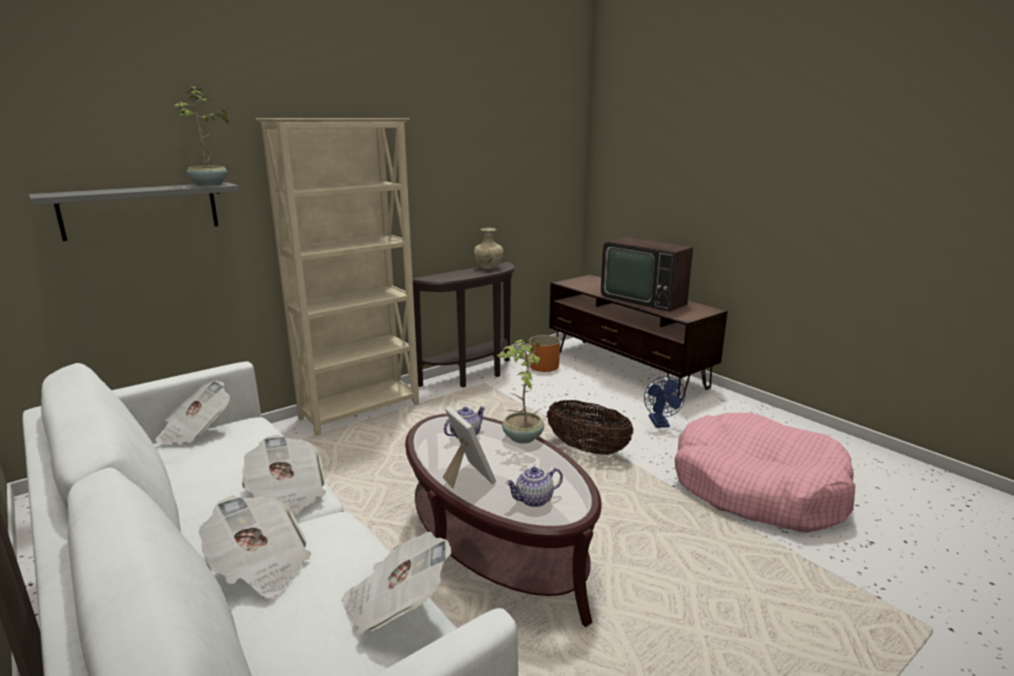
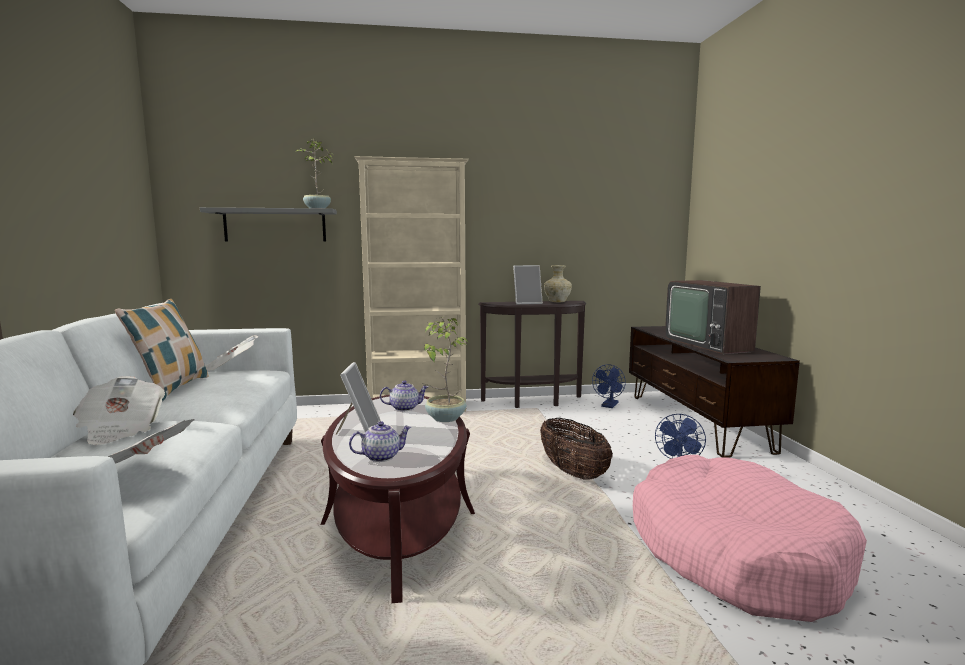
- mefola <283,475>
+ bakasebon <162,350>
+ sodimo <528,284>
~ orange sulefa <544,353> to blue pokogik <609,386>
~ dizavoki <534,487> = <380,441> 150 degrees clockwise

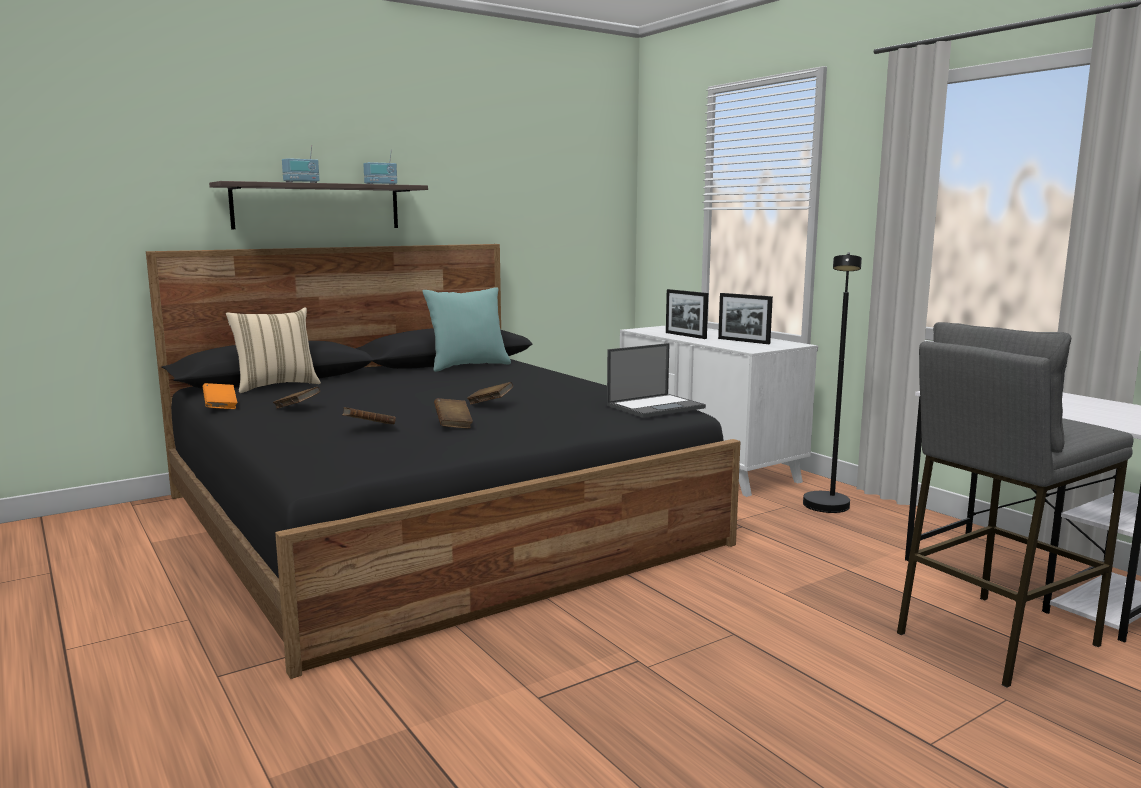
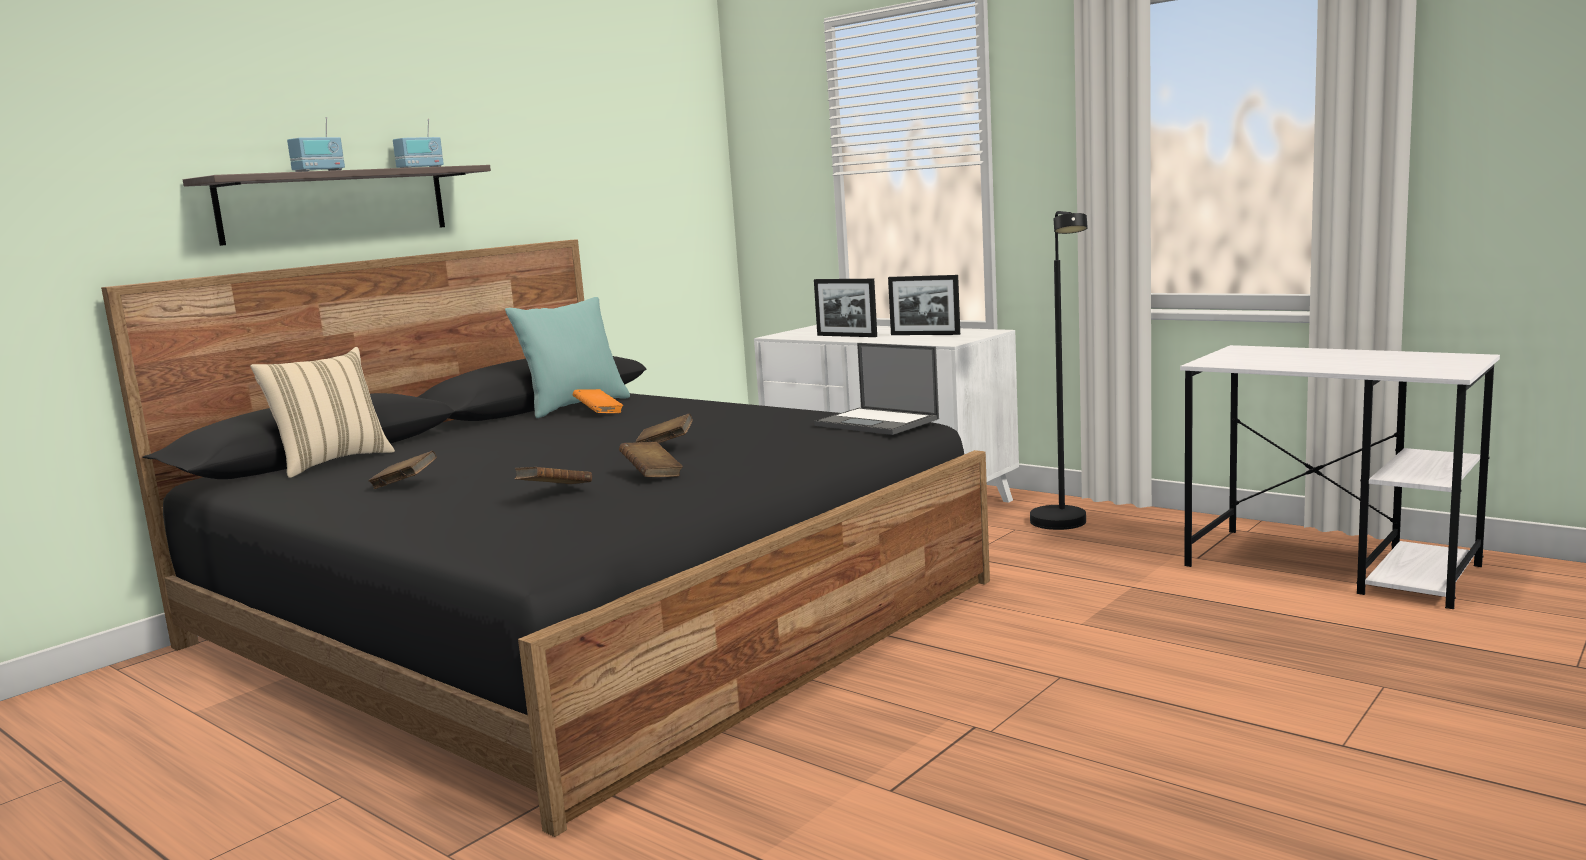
- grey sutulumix <1015,504>
~ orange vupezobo <220,396> to <598,401>
~ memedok <656,380> = <876,389> 90 degrees clockwise

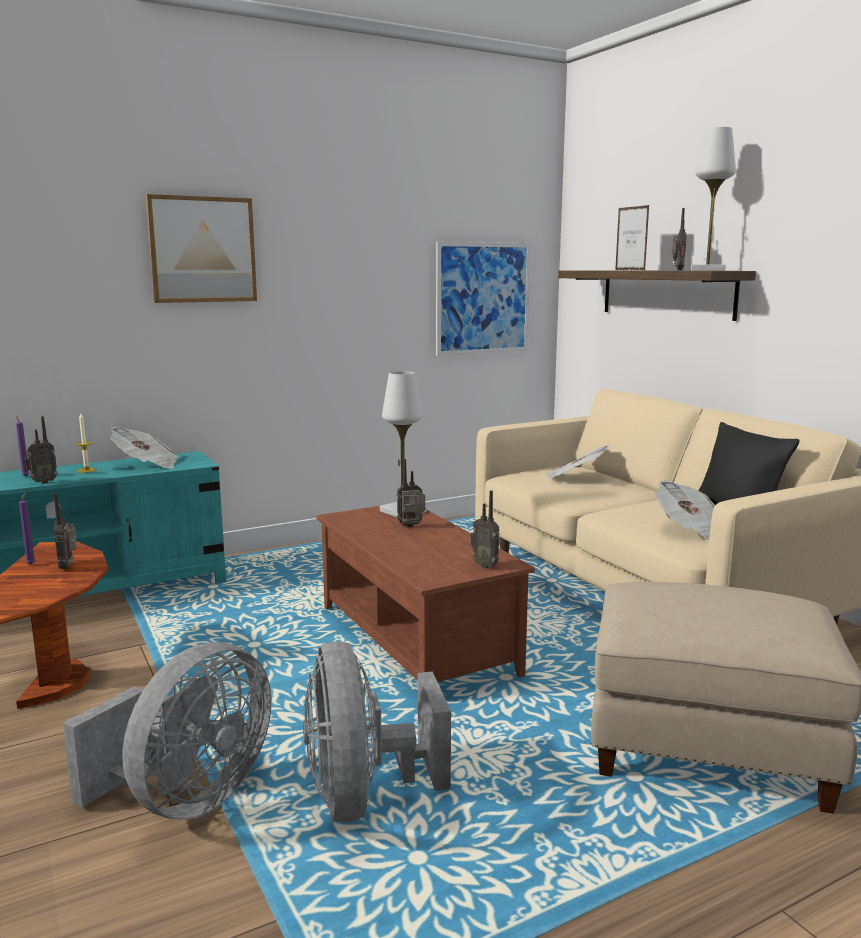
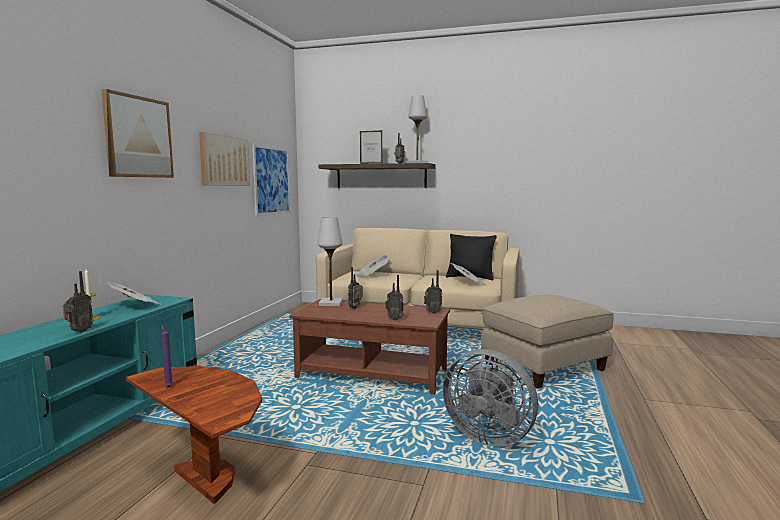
- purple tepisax <23,446>
- grey pokogik <167,731>
+ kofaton <224,159>
~ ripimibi <65,531> to <394,298>

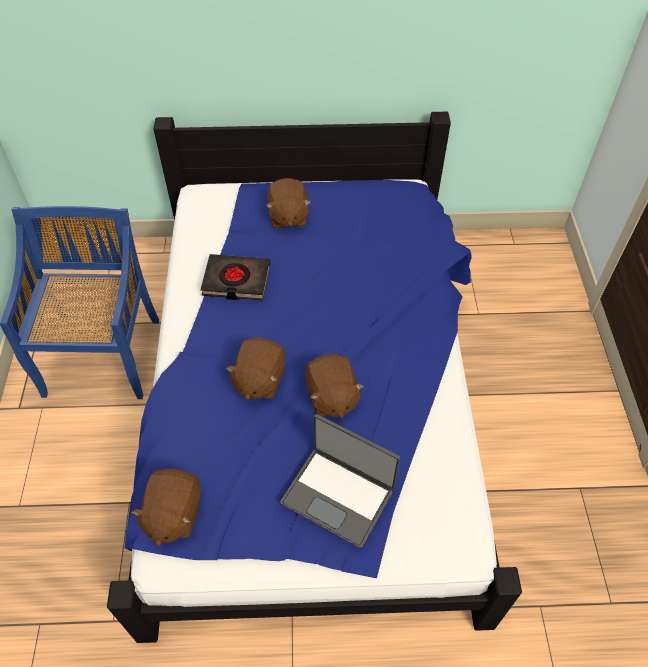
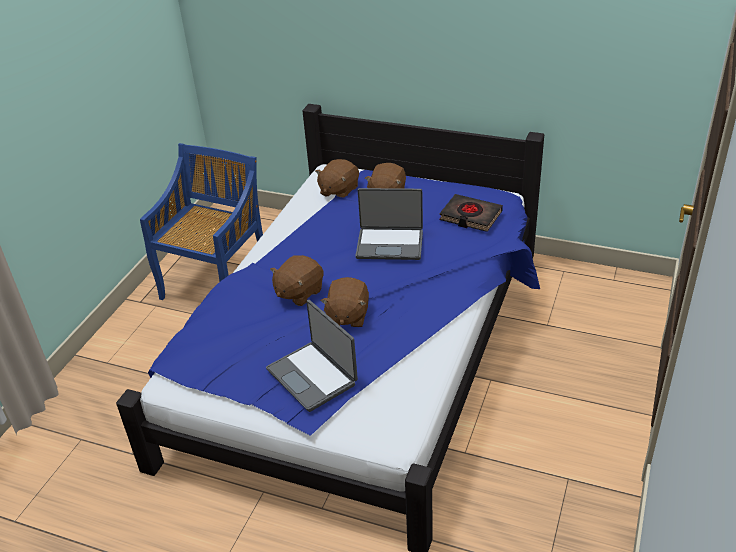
+ memedok <389,224>
~ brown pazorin <165,507> to <337,178>
~ black vupezobo <235,277> to <471,213>

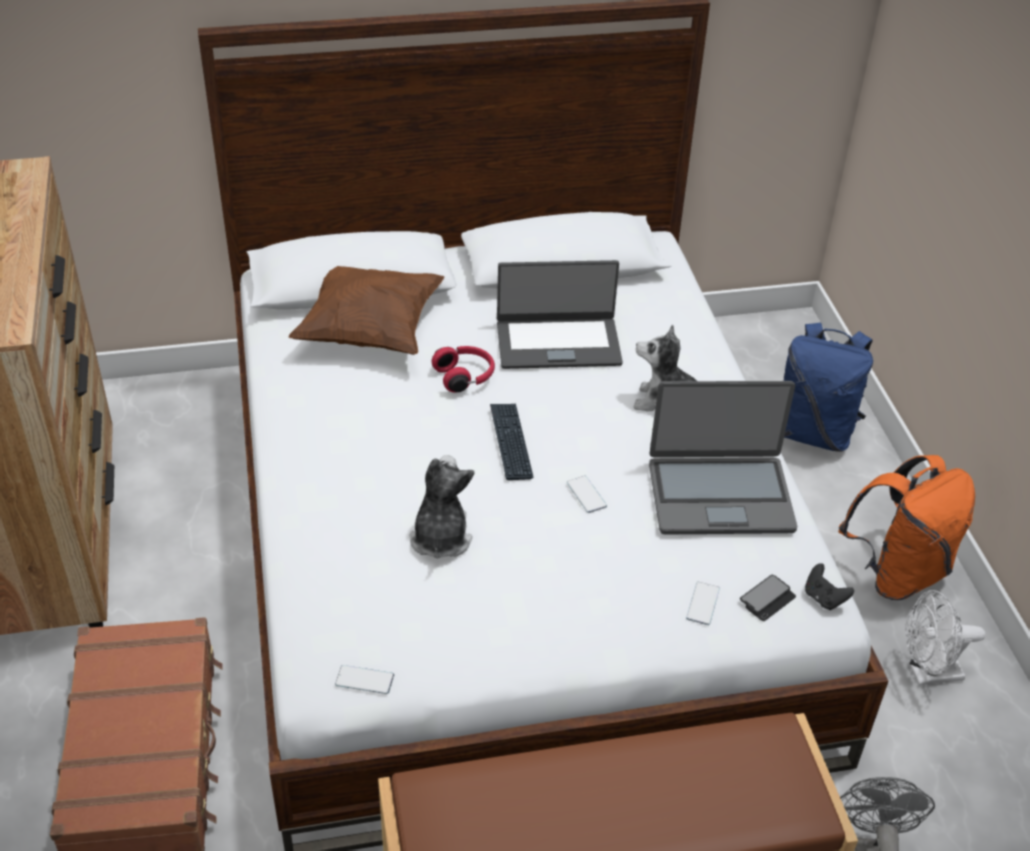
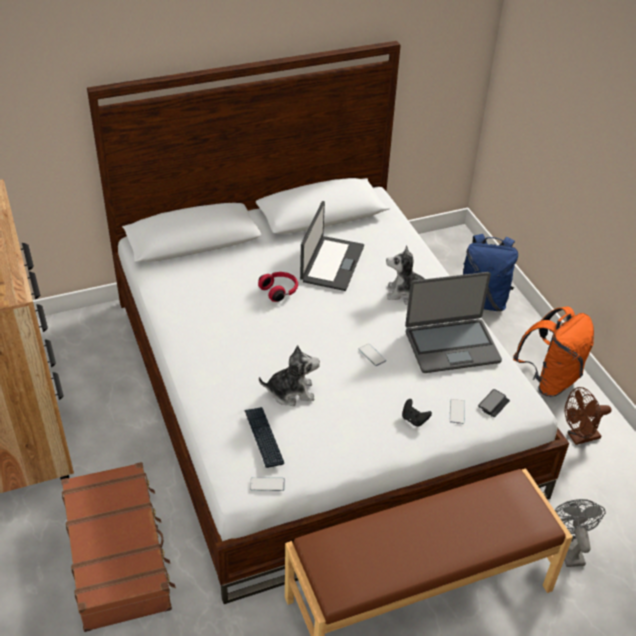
- brown bakasebon <366,310>
~ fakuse <511,442> to <264,437>
~ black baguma <829,586> to <417,413>
~ white pokogik <945,637> to brown pokogik <588,416>
~ pazorin <441,507> = <289,375> 90 degrees clockwise
~ memedok <560,314> = <332,246> 60 degrees counterclockwise

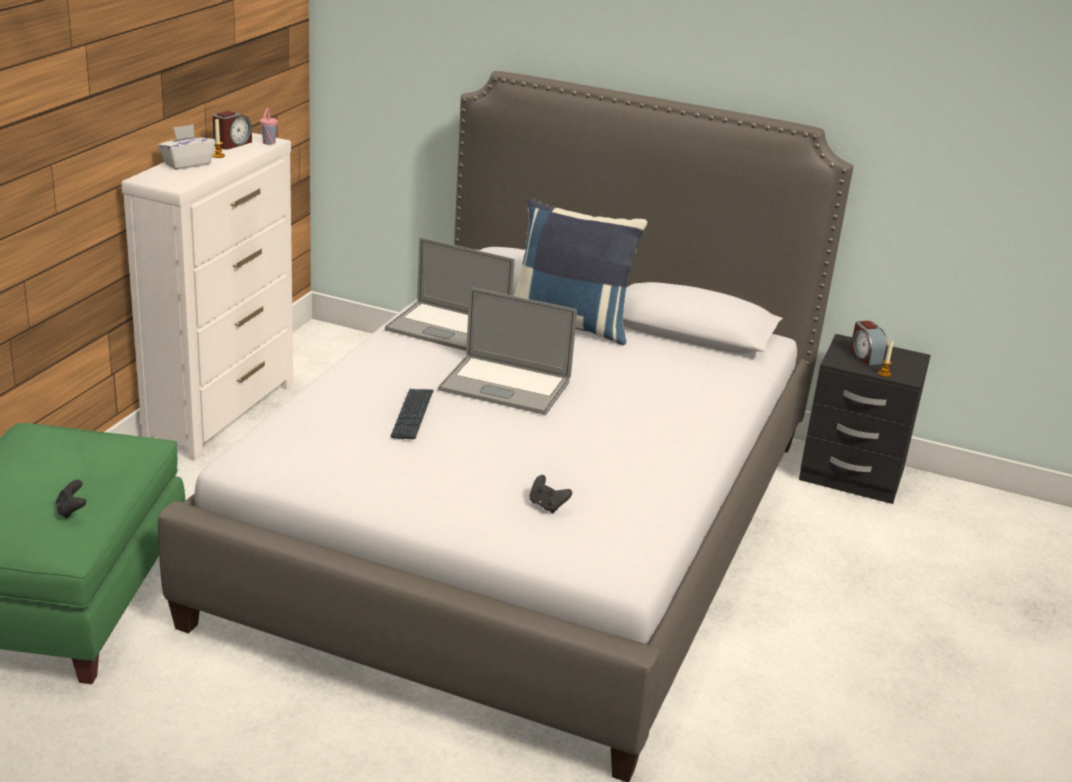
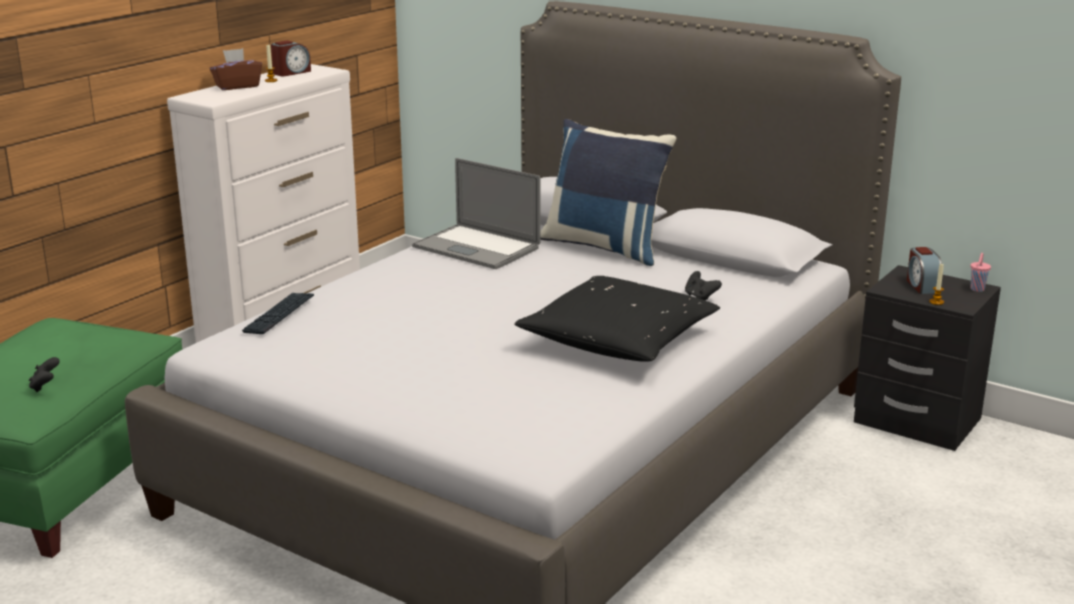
- memedok <507,351>
+ black bakasebon <617,319>
~ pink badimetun <269,126> to <980,272>
~ fakuse <412,414> to <278,313>
~ black baguma <551,494> to <703,285>
~ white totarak <186,147> to brown totarak <236,69>

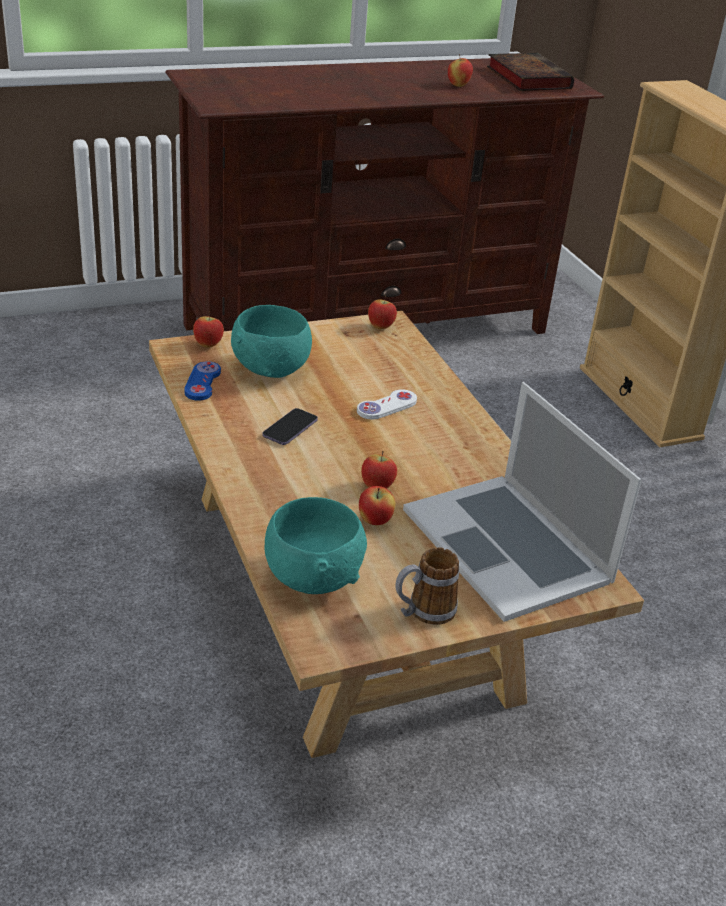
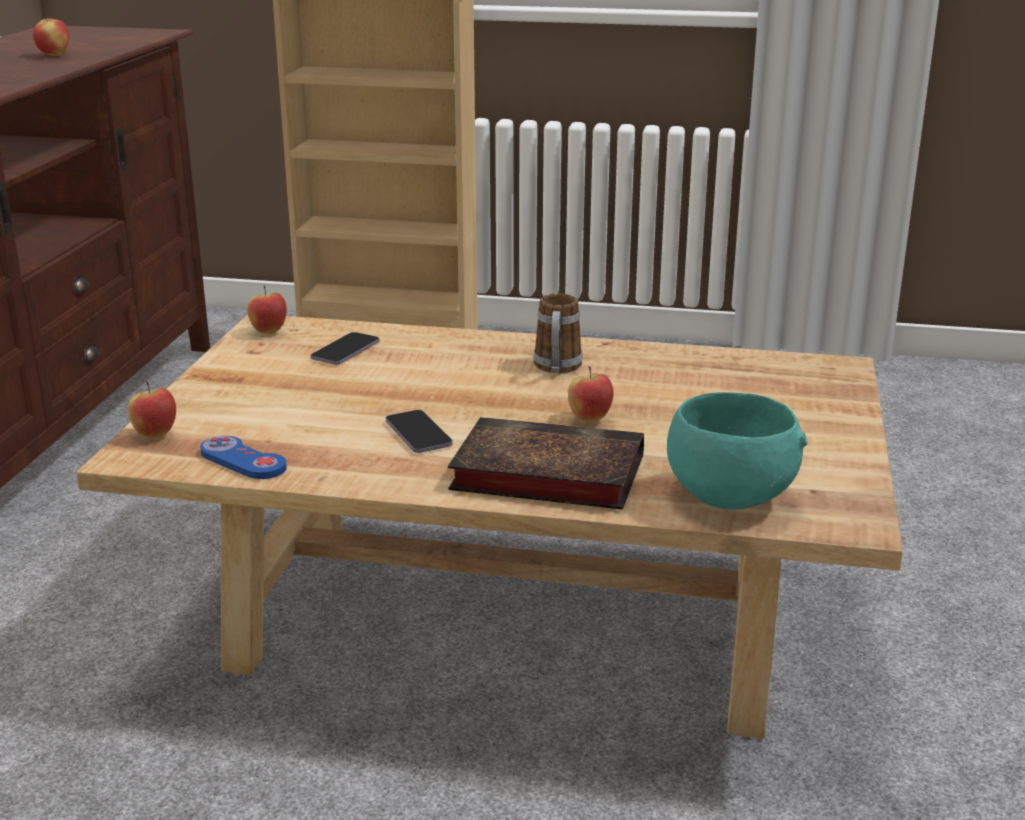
- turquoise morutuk <271,341>
- white baguma <387,404>
- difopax <377,505>
- memedok <522,502>
+ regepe <345,348>
~ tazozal <427,586> to <558,333>
~ vupezobo <530,72> to <546,463>

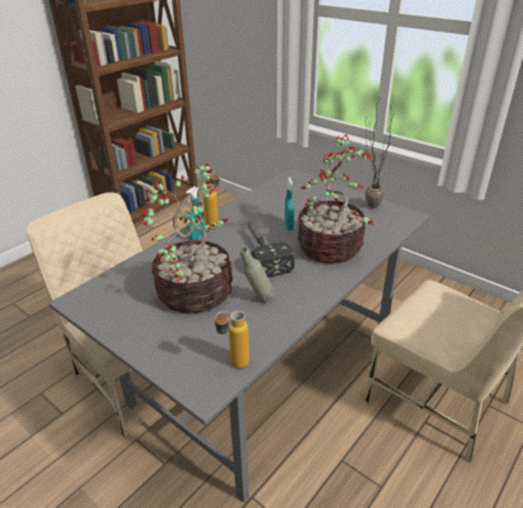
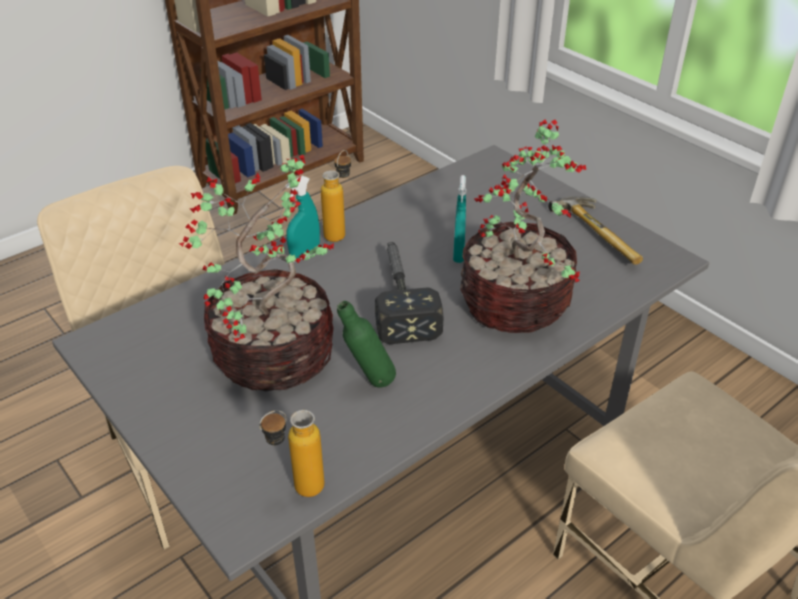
~ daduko <380,152> to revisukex <595,230>
~ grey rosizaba <257,275> to green rosizaba <366,344>

